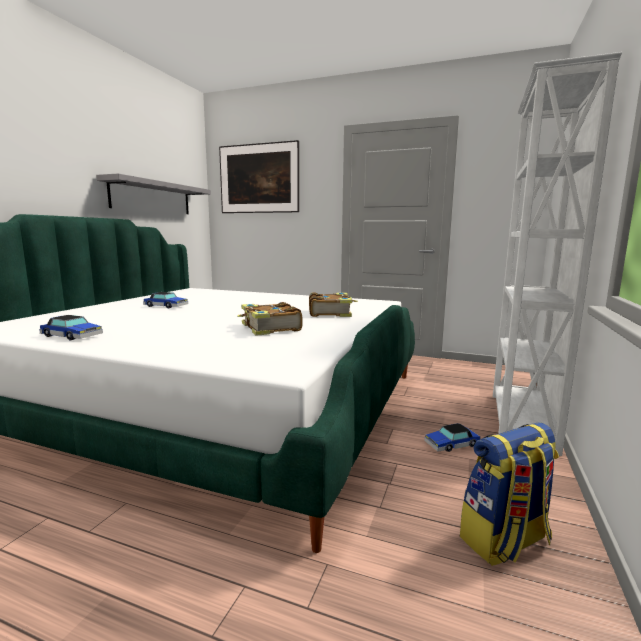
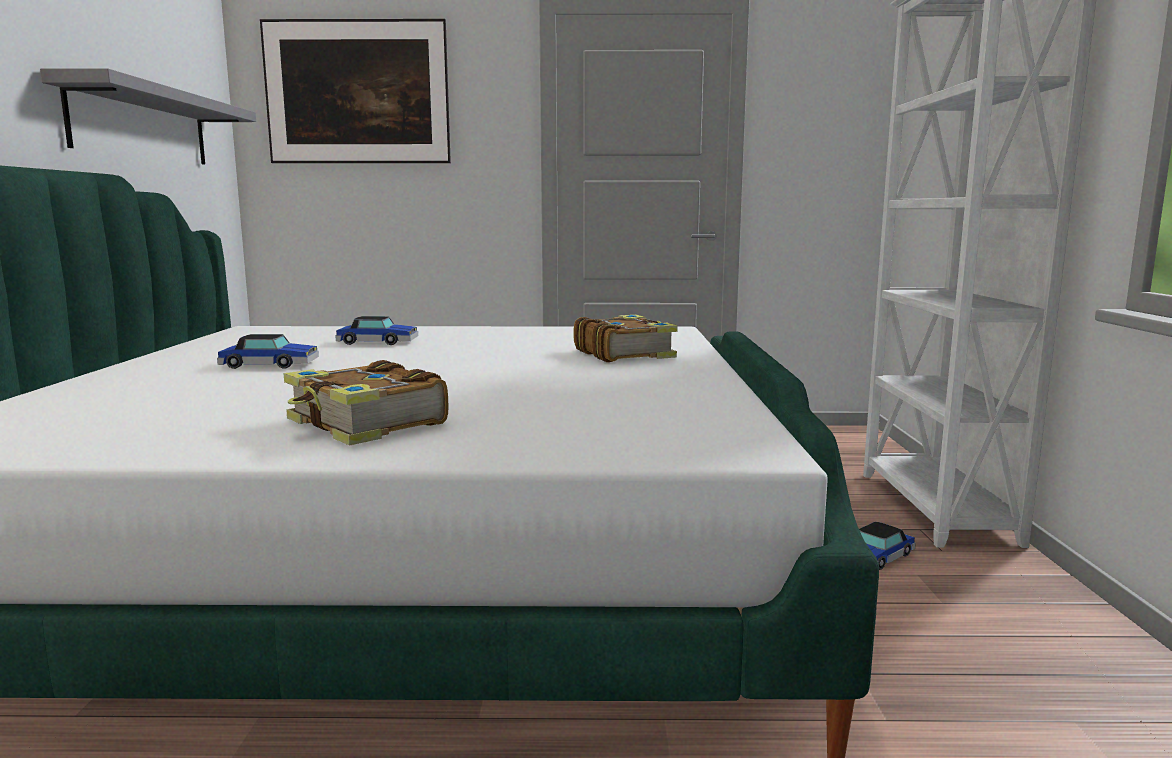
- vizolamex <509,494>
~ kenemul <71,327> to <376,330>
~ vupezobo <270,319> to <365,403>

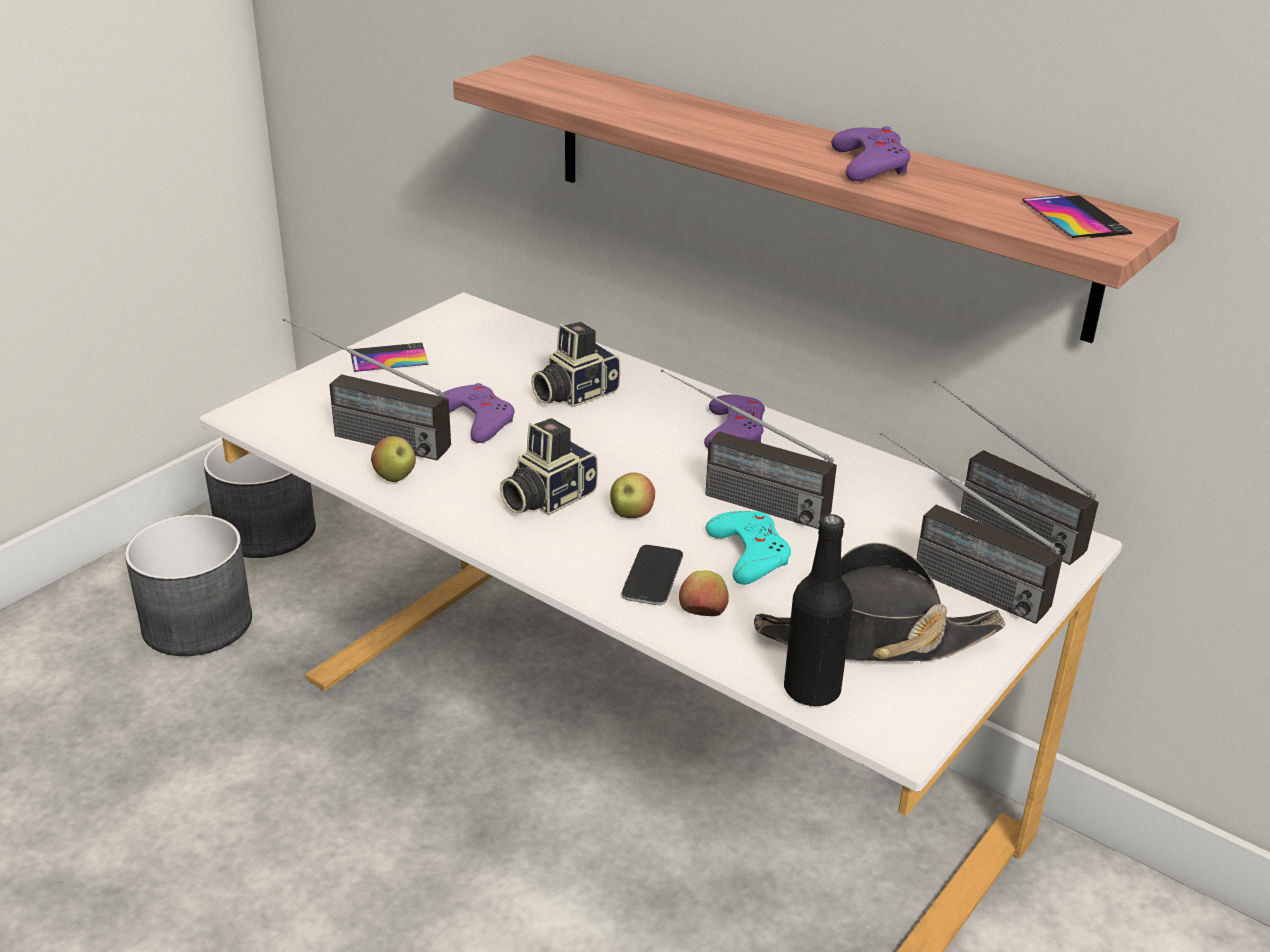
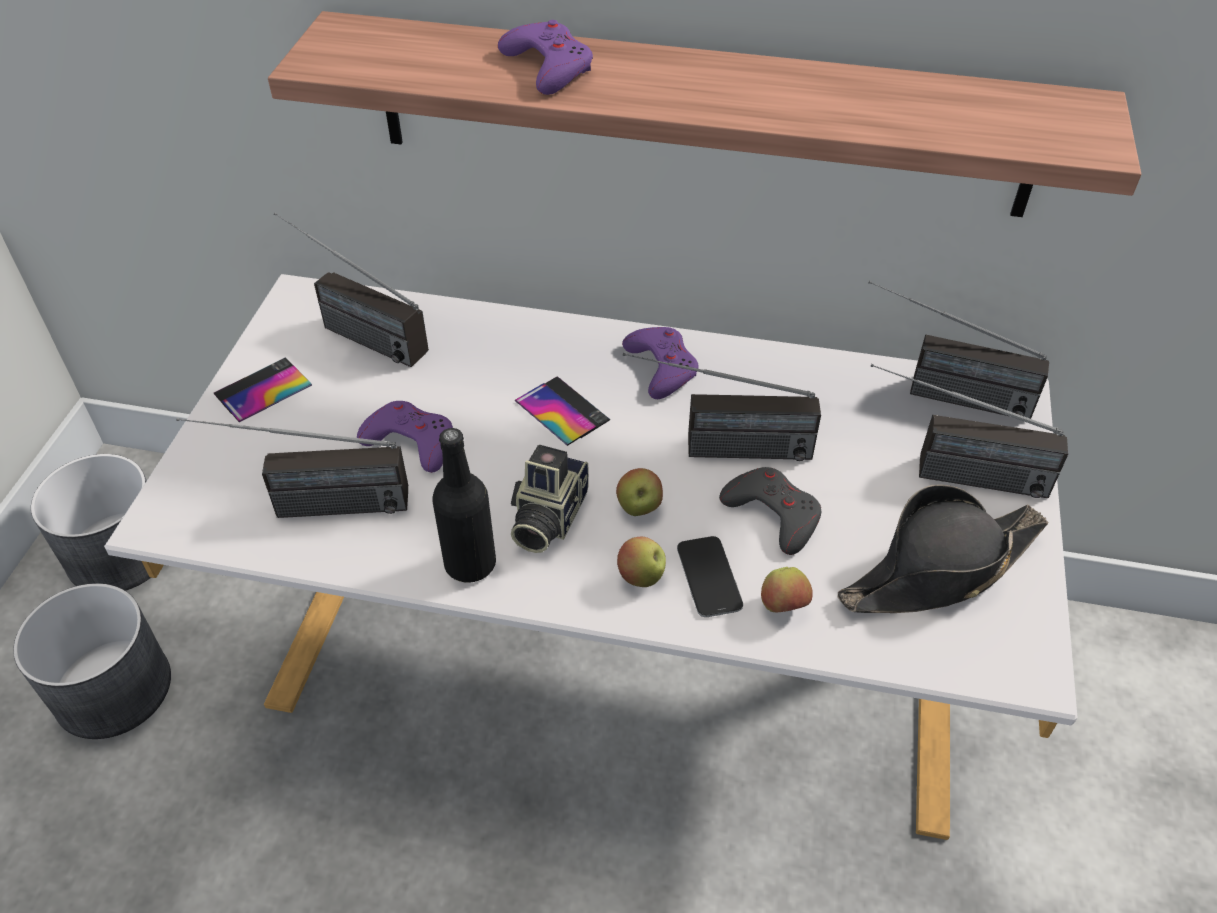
- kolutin <576,364>
+ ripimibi <351,289>
~ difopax <393,459> to <641,562>
~ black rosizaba <818,610> to <464,505>
~ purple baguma <871,153> to <545,57>
~ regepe <1077,216> to <562,411>
~ turquoise baguma <748,548> to grey baguma <770,511>

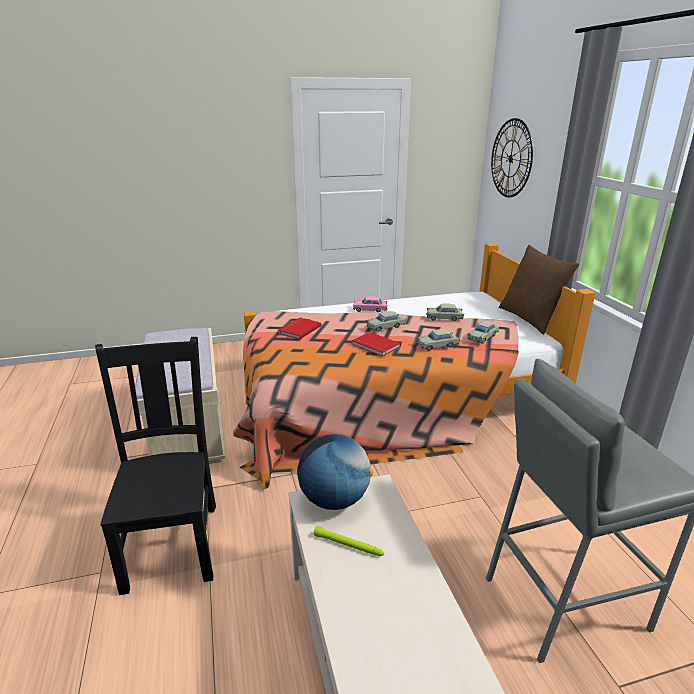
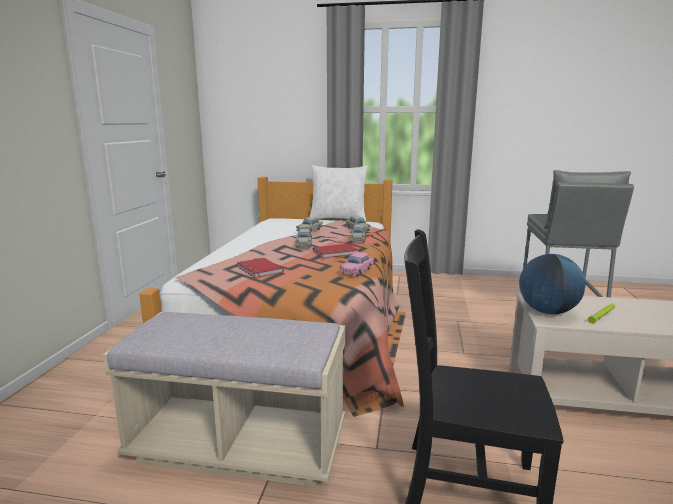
- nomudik <512,158>
~ pink kenemul <370,304> to <357,264>
~ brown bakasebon <539,289> to white bakasebon <338,193>

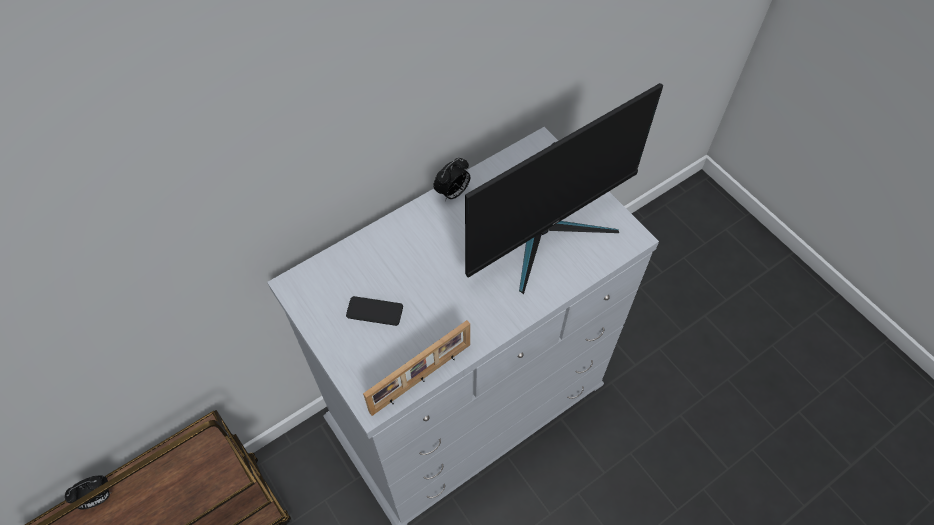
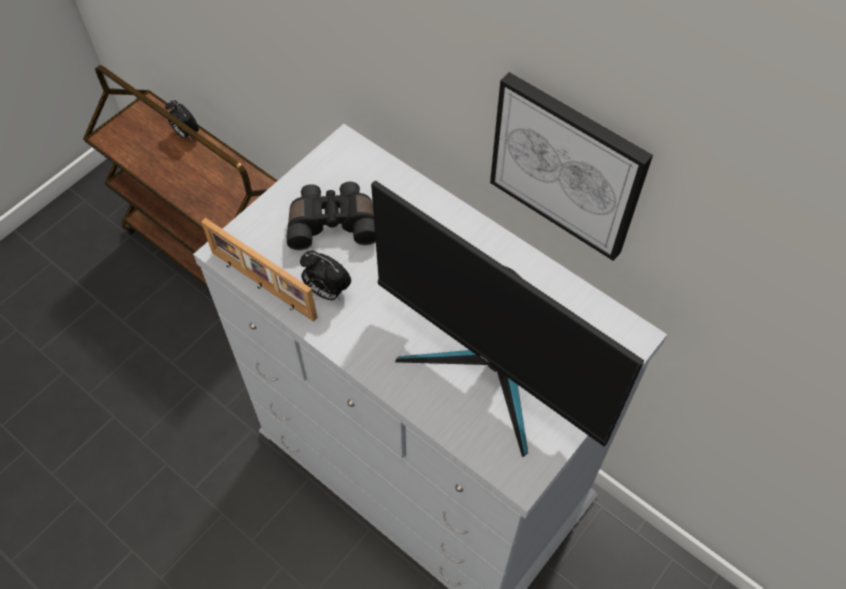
+ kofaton <571,166>
~ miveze <451,179> to <325,275>
~ regepe <374,311> to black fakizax <331,216>

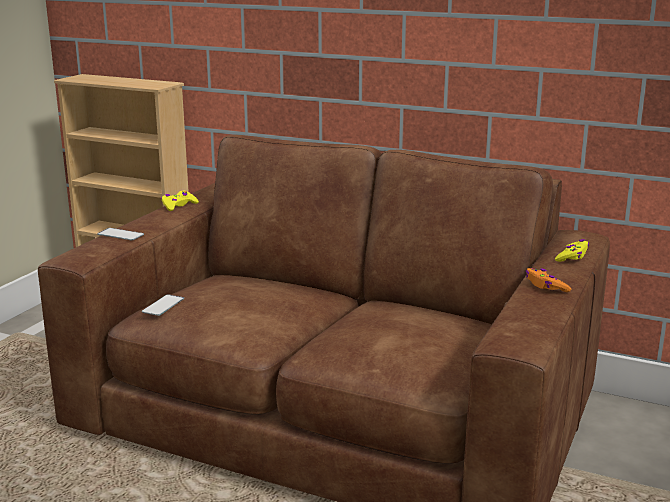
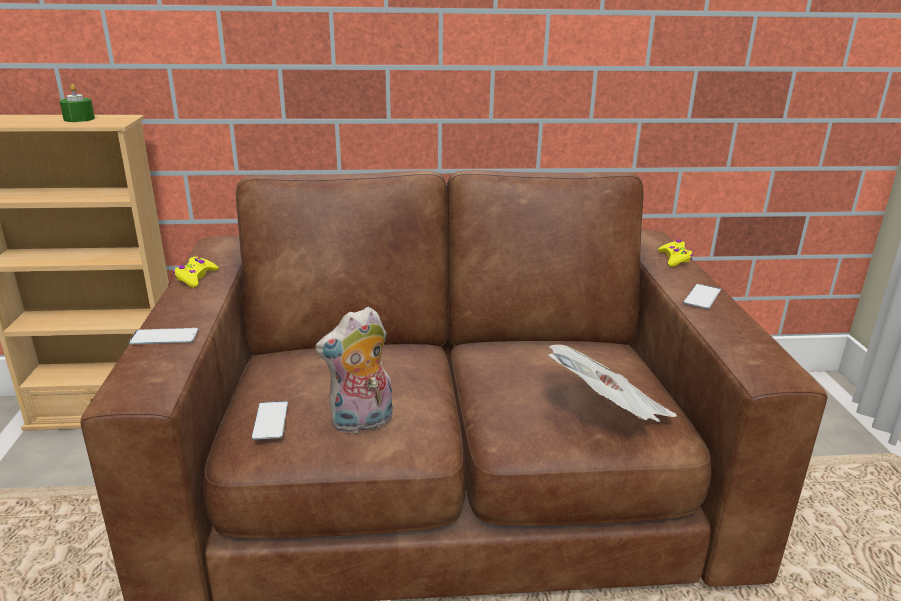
+ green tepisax <77,103>
+ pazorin <354,370>
+ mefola <612,383>
~ orange baguma <548,280> to regepe <702,296>

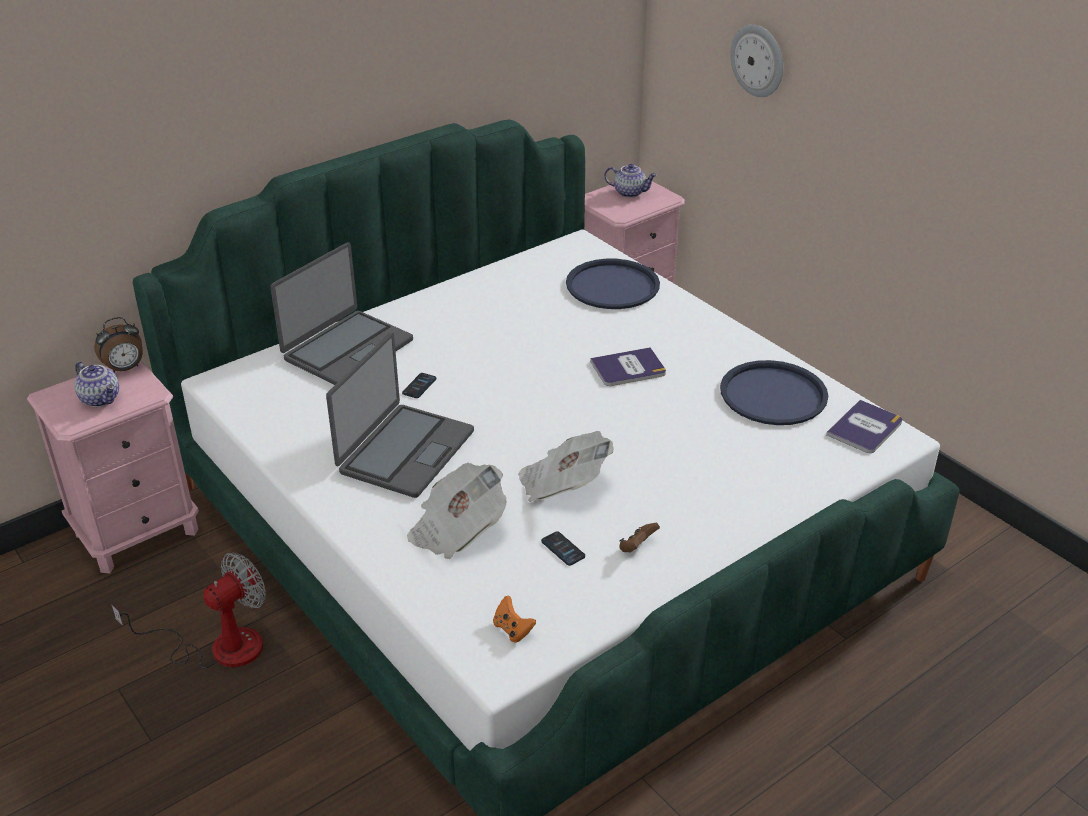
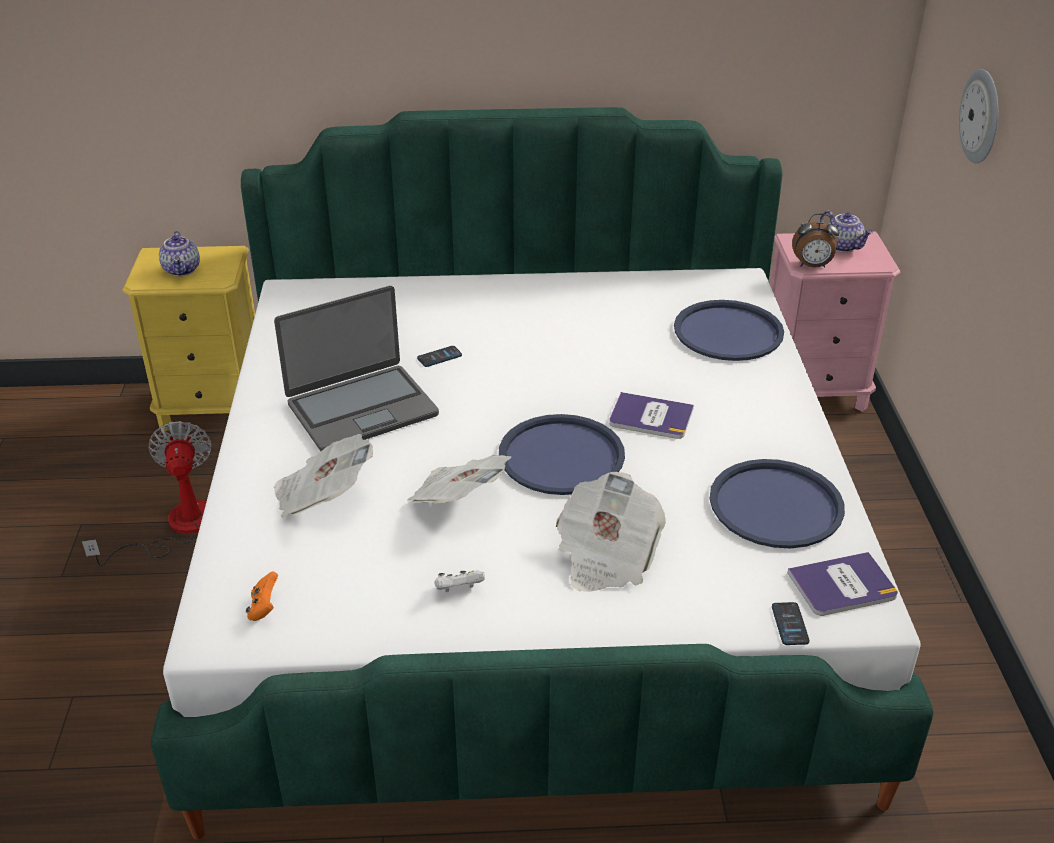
- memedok <341,313>
+ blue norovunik <562,454>
+ mefola <611,532>
~ miveze <118,345> to <815,240>
~ regepe <563,548> to <791,623>
~ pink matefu <113,466> to yellow matefu <188,338>
~ brown baguma <639,538> to white baguma <459,581>
~ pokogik <188,610> = <147,494> 90 degrees counterclockwise

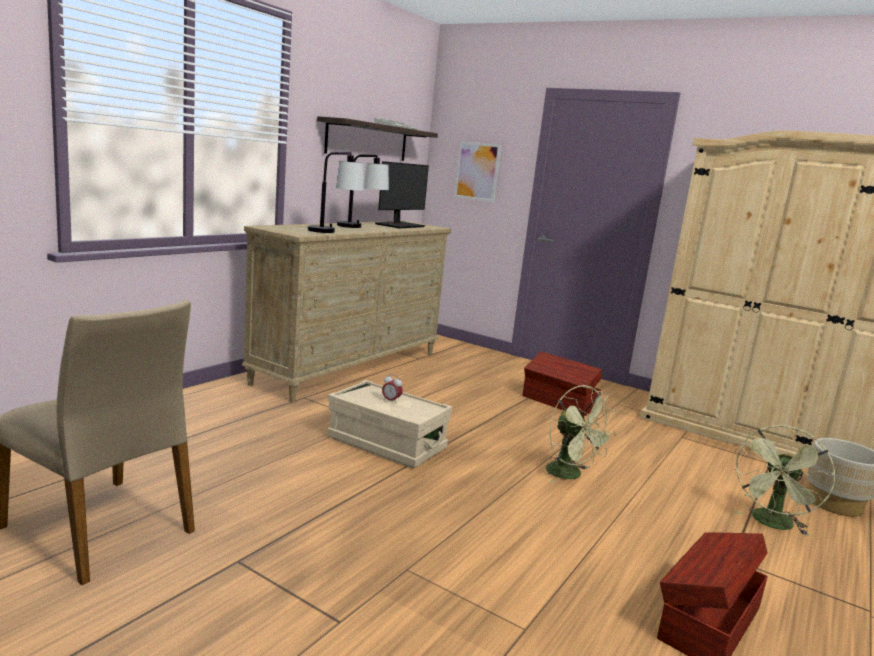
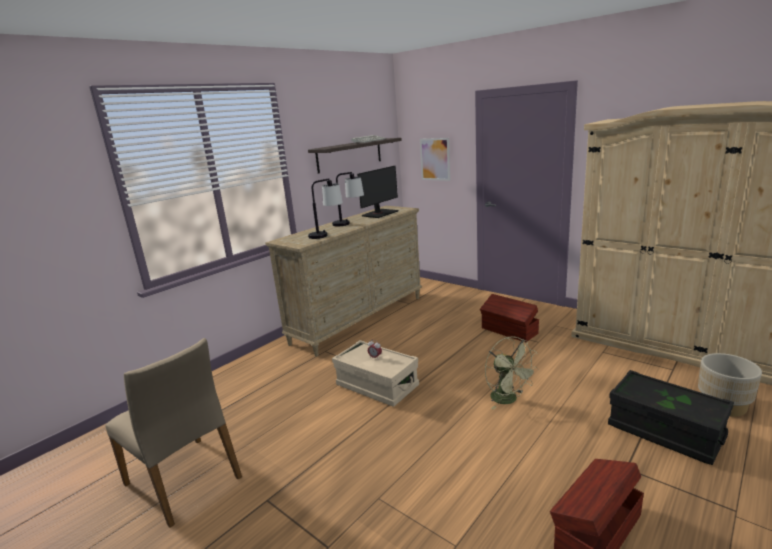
~ green pokogik <785,480> to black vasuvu <671,417>

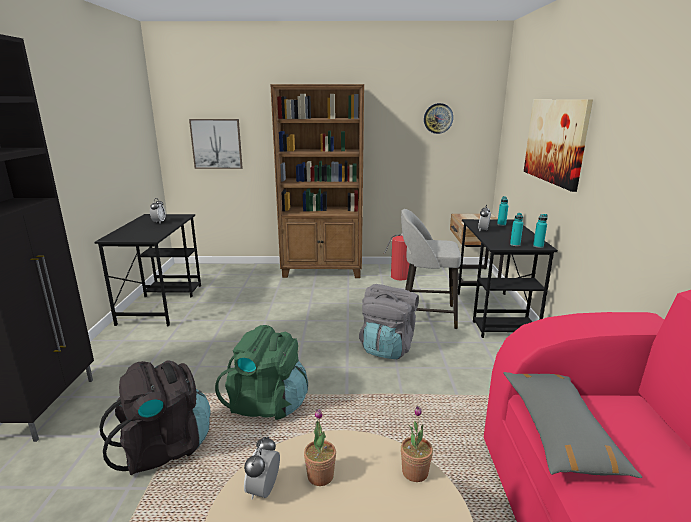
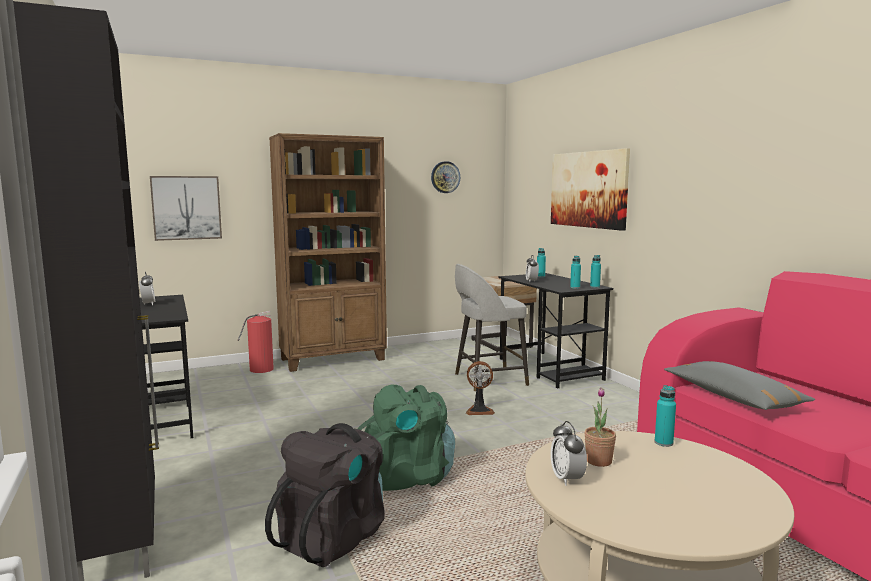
~ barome <397,257> to <256,342>
~ grey vizolamex <389,321> to pokogik <480,388>
~ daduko <417,444> to turquoise rosizaba <665,416>

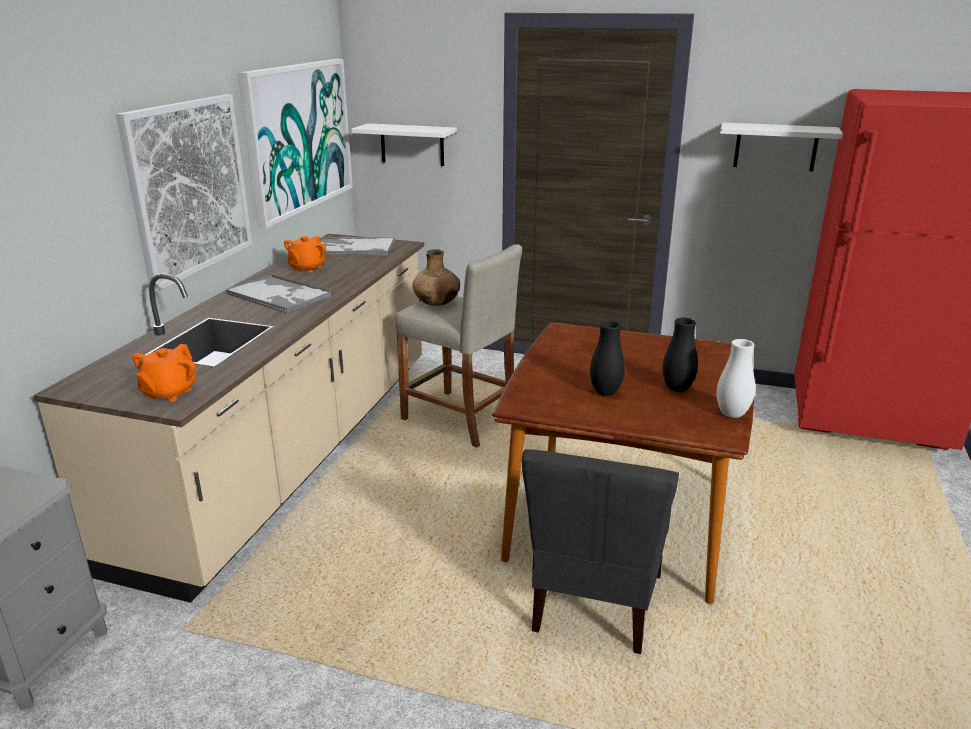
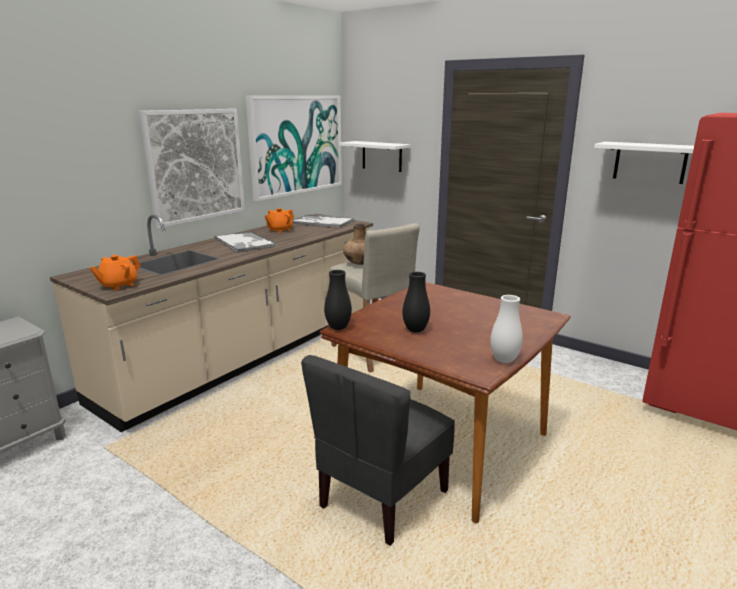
~ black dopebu <680,355> to <338,300>

